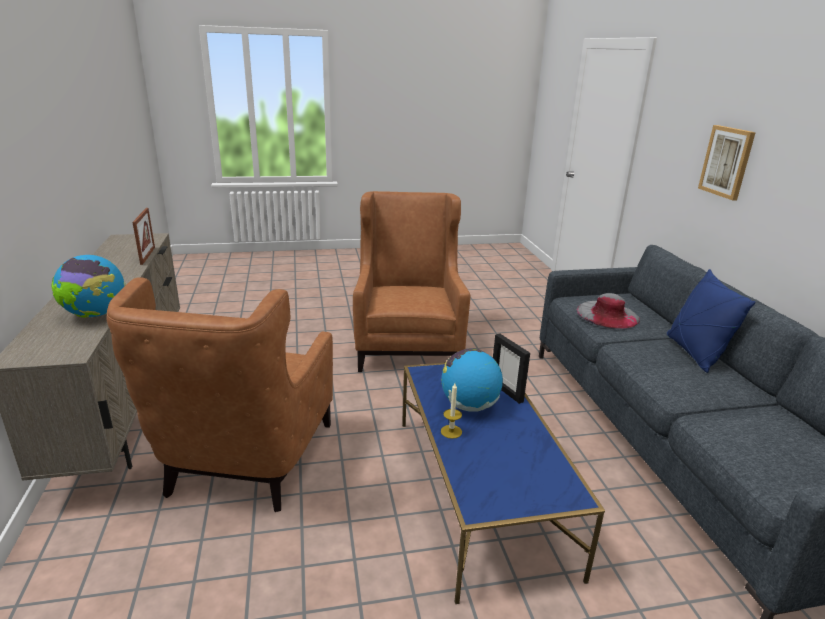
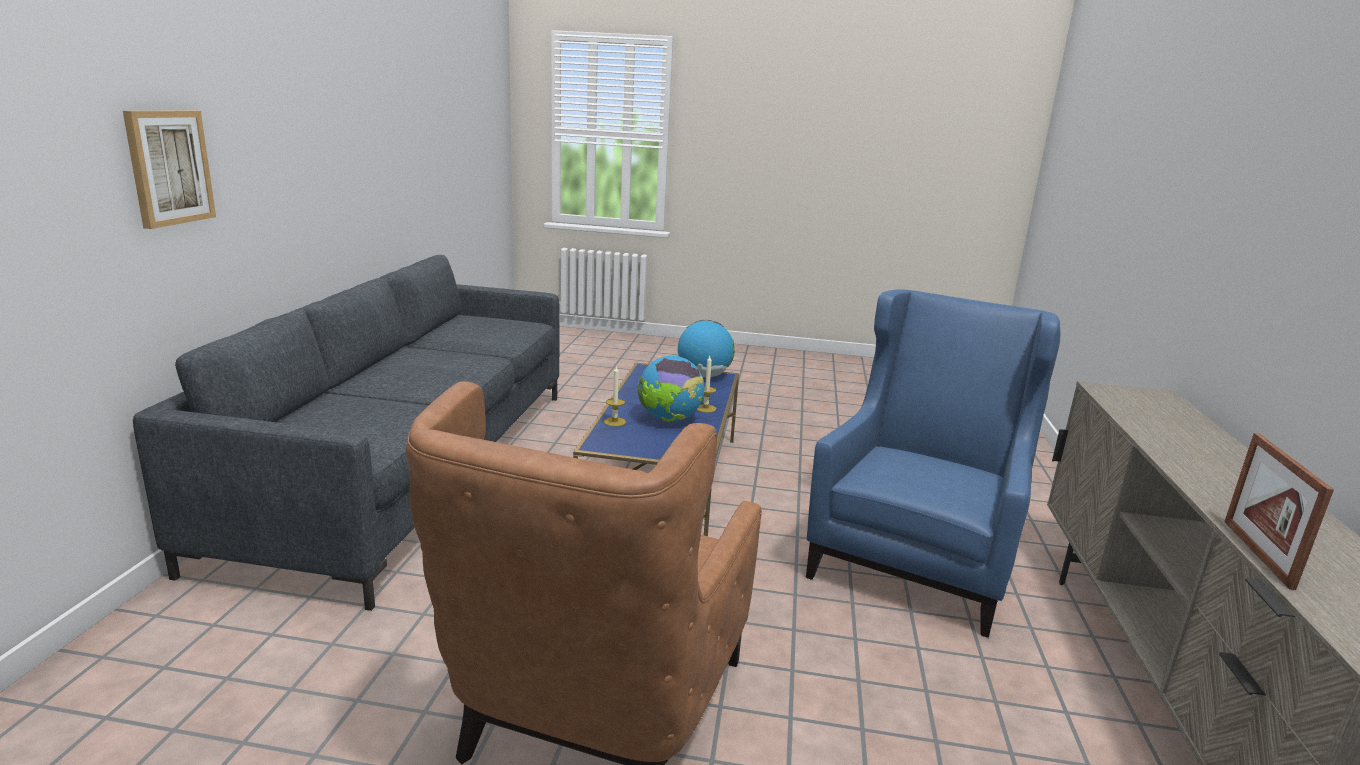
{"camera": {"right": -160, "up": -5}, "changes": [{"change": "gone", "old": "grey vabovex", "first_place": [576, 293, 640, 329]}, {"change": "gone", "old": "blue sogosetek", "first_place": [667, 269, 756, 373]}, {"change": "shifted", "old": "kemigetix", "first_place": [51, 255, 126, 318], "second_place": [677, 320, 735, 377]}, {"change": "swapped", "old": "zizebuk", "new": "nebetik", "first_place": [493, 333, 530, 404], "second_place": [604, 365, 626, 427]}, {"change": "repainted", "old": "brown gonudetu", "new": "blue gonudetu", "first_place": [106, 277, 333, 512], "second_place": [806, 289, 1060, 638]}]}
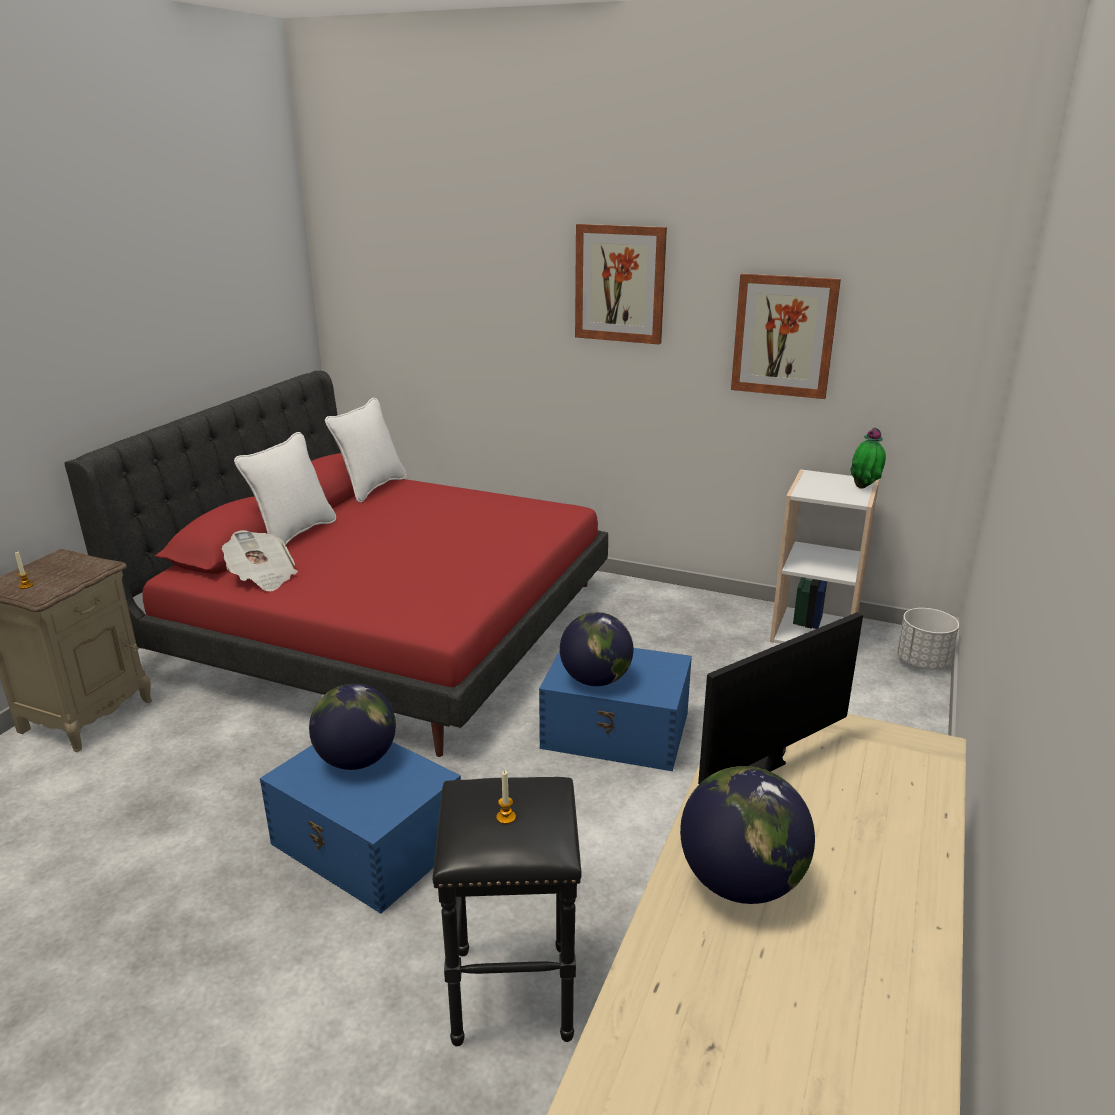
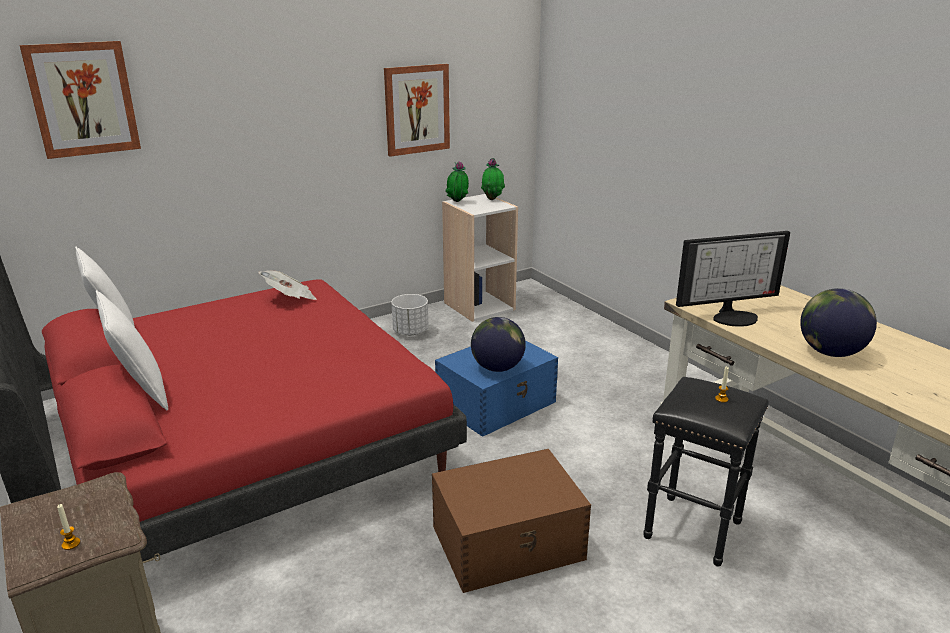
{"camera": {"right": -55, "up": 0}, "changes": [{"change": "gone", "old": "kemigetix", "first_place": [309, 684, 396, 770]}, {"change": "new", "new": "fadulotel", "second_place": [445, 161, 469, 202]}, {"change": "shifted", "old": "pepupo", "first_place": [222, 530, 297, 591], "second_place": [259, 270, 317, 300]}, {"change": "shifted", "old": "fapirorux", "first_place": [575, 224, 667, 345], "second_place": [19, 41, 141, 159]}, {"change": "shifted", "old": "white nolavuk", "first_place": [897, 608, 959, 669], "second_place": [391, 294, 429, 335]}, {"change": "repainted", "old": "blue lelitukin", "new": "brown lelitukin", "first_place": [260, 742, 461, 914], "second_place": [432, 449, 591, 593]}, {"change": "rotated", "old": "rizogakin", "first_place": [698, 612, 863, 784], "second_place": [676, 231, 790, 327], "degrees": -105}]}
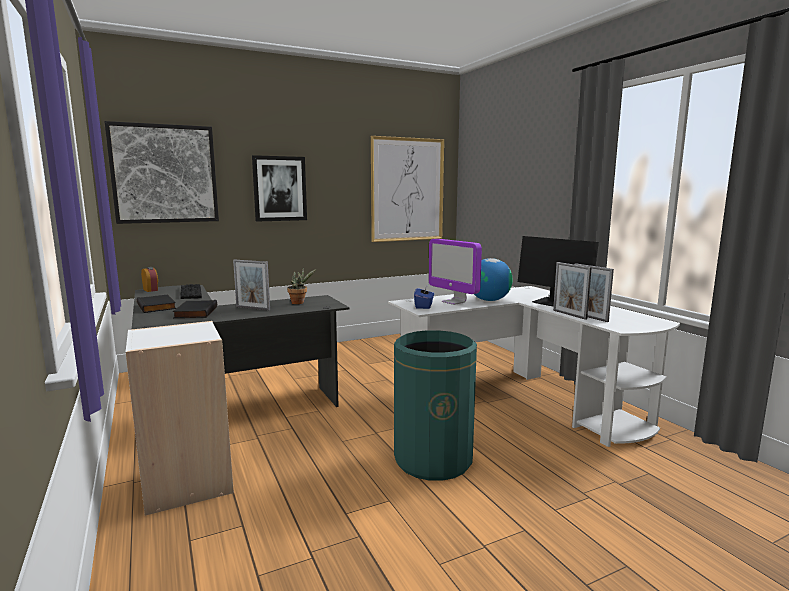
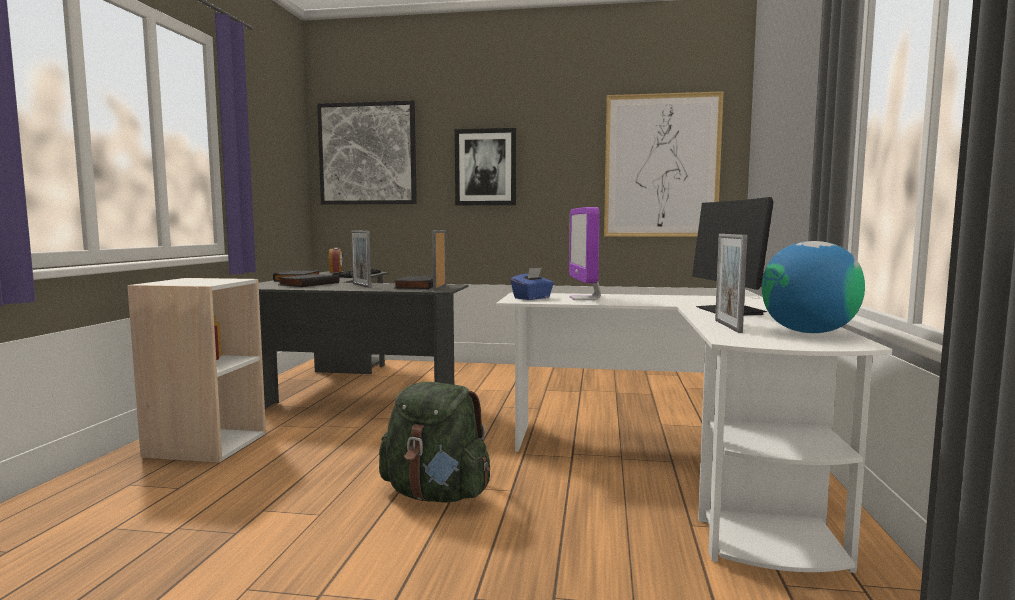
{"camera": {"right": 35, "up": -5}, "changes": [{"change": "shifted", "old": "kemigetix", "first_place": [474, 258, 512, 301], "second_place": [762, 241, 865, 333]}, {"change": "shifted", "old": "zizebuk", "first_place": [553, 262, 592, 320], "second_place": [432, 230, 446, 290]}, {"change": "swapped", "old": "fadulotel", "new": "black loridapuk", "first_place": [287, 267, 316, 304], "second_place": [394, 276, 433, 289]}, {"change": "swapped", "old": "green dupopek", "new": "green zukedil", "first_place": [394, 330, 477, 481], "second_place": [379, 382, 490, 503]}]}
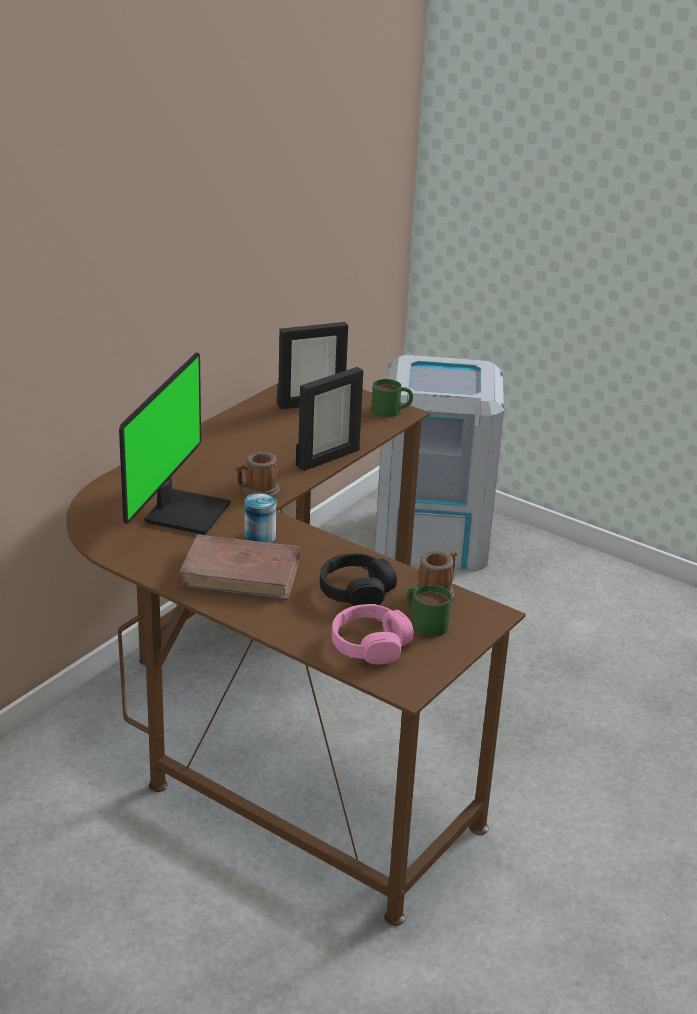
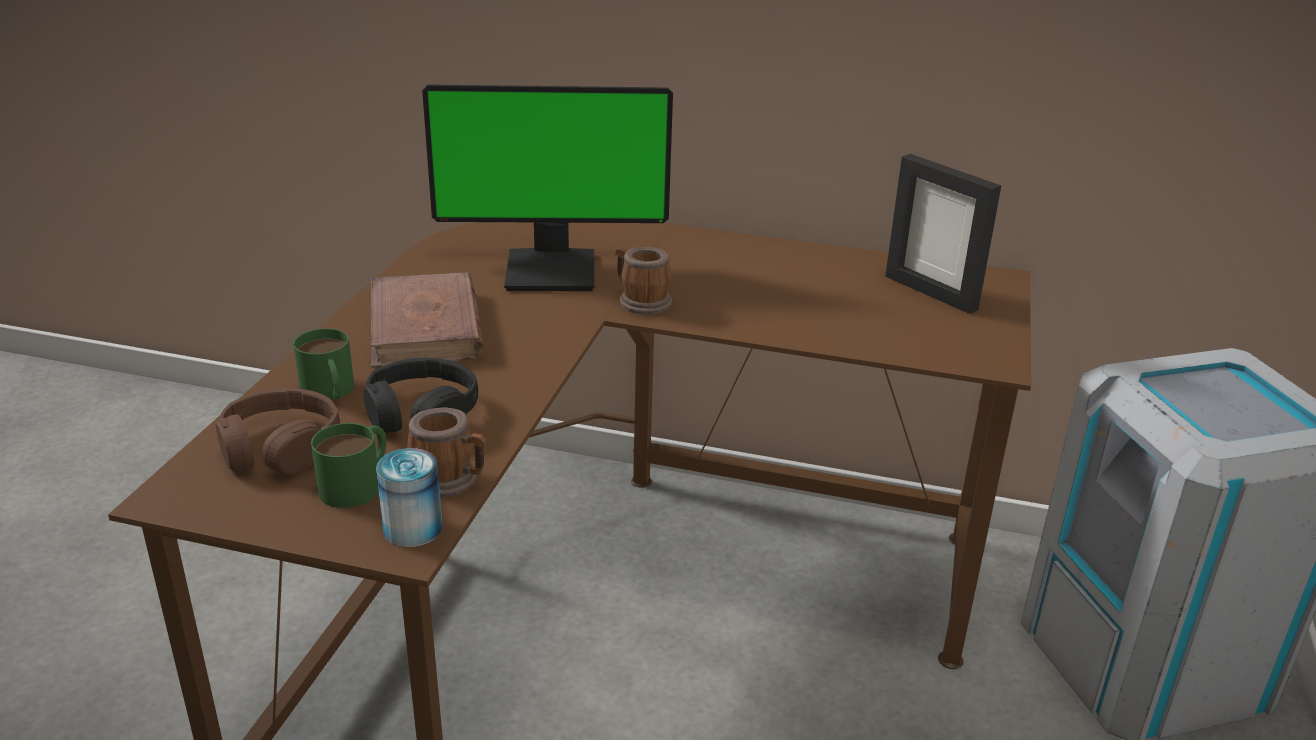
{"camera": {"right": 70, "up": 0}, "changes": [{"change": "gone", "old": "zizebuk", "first_place": [296, 367, 363, 471]}, {"change": "shifted", "old": "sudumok", "first_place": [245, 493, 276, 543], "second_place": [376, 448, 442, 547]}, {"change": "shifted", "old": "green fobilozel", "first_place": [371, 379, 413, 417], "second_place": [293, 328, 354, 400]}, {"change": "repainted", "old": "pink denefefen", "new": "brown denefefen", "first_place": [332, 604, 414, 665], "second_place": [216, 388, 340, 474]}]}
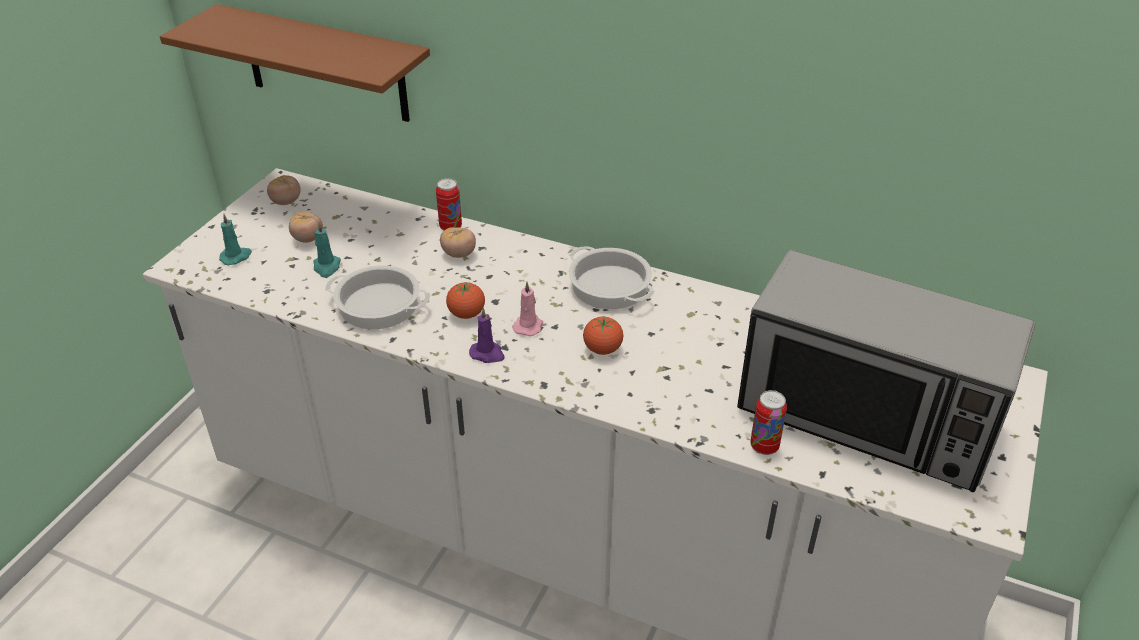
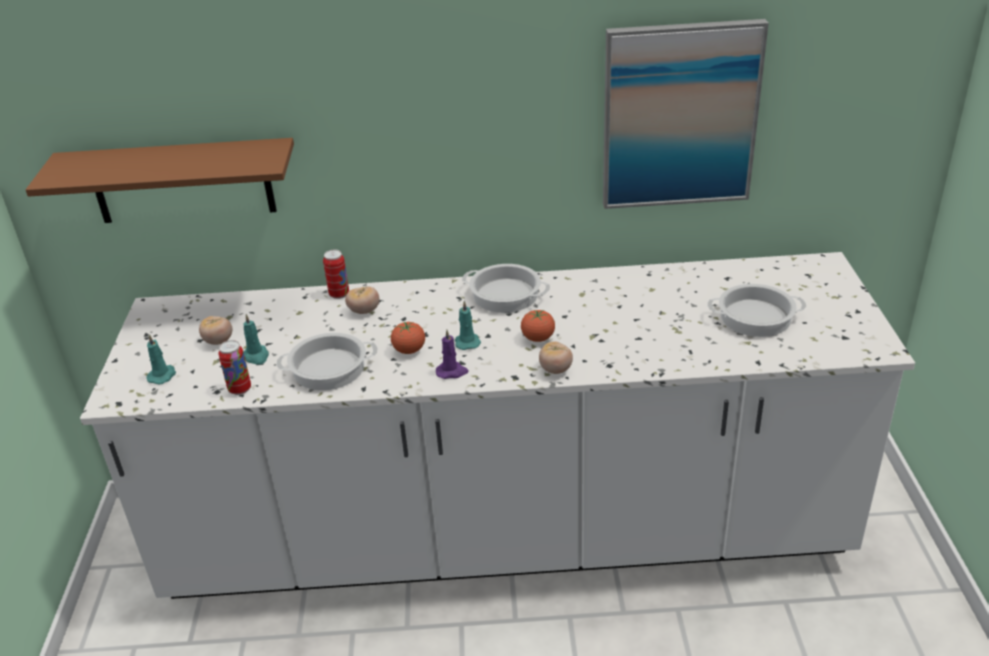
{"camera": {"right": -25, "up": -5}, "changes": [{"change": "new", "new": "fapirorux", "second_place": [603, 19, 769, 209]}, {"change": "shifted", "old": "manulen", "first_place": [267, 175, 300, 205], "second_place": [539, 342, 573, 374]}, {"change": "shifted", "old": "sudumok", "first_place": [750, 390, 787, 455], "second_place": [219, 340, 251, 395]}, {"change": "swapped", "old": "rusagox", "new": "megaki", "first_place": [737, 251, 1035, 492], "second_place": [707, 284, 807, 337]}, {"change": "repainted", "old": "pink nebetik", "new": "turquoise nebetik", "first_place": [512, 282, 543, 336], "second_place": [455, 301, 481, 350]}]}
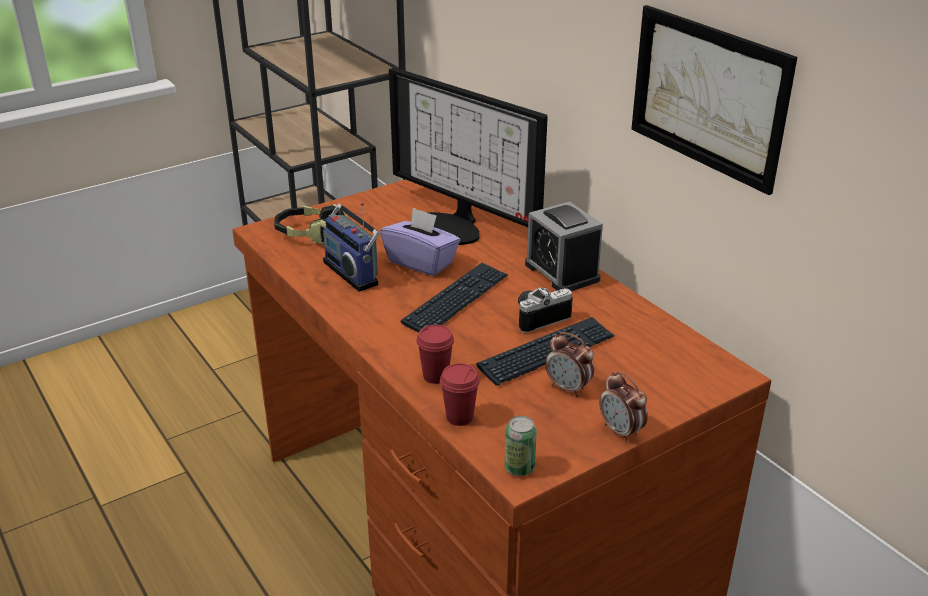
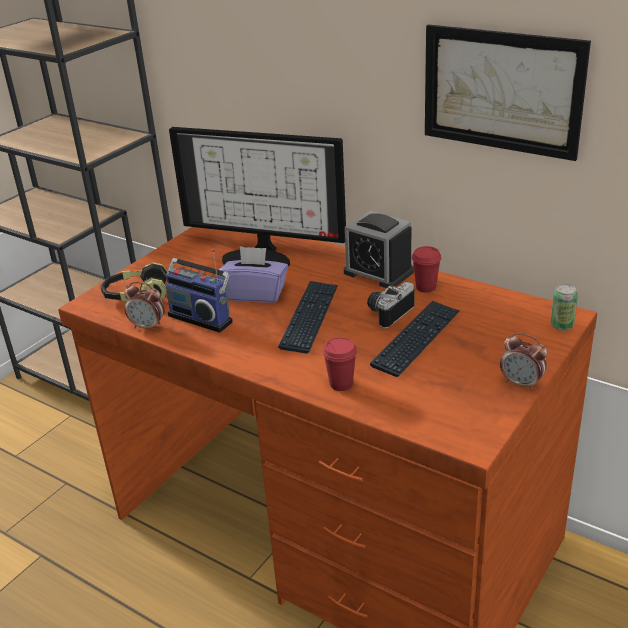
{"camera": {"right": -20, "up": 0}, "changes": [{"change": "shifted", "old": "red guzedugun", "first_place": [440, 363, 480, 426], "second_place": [412, 246, 441, 293]}, {"change": "shifted", "old": "sudumok", "first_place": [505, 416, 537, 476], "second_place": [551, 284, 578, 331]}, {"change": "shifted", "old": "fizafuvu", "first_place": [545, 332, 594, 397], "second_place": [124, 282, 165, 331]}]}
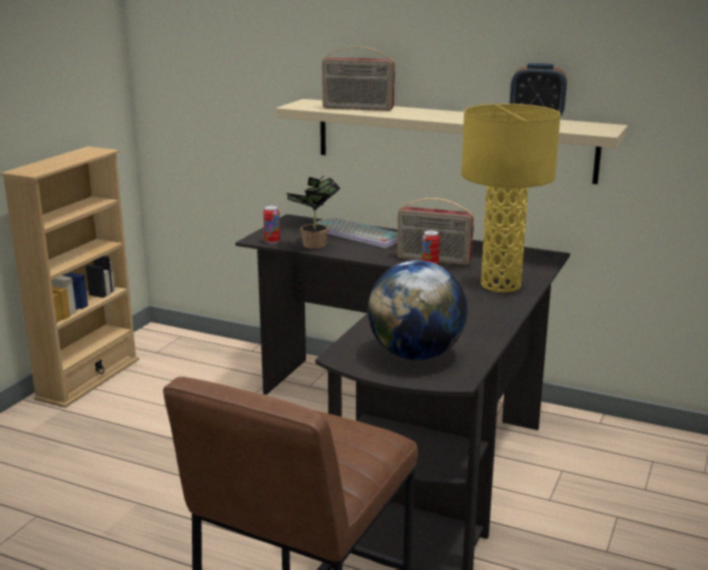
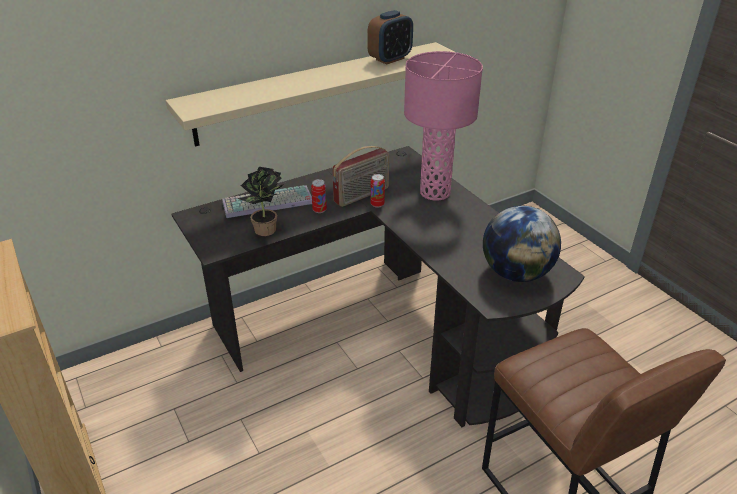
{"camera": {"right": -55, "up": 15}, "changes": [{"change": "gone", "old": "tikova", "first_place": [322, 46, 395, 111]}, {"change": "shifted", "old": "sudumok", "first_place": [263, 206, 280, 244], "second_place": [311, 179, 327, 213]}, {"change": "repainted", "old": "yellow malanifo", "new": "pink malanifo", "first_place": [461, 104, 561, 292], "second_place": [404, 51, 483, 201]}]}
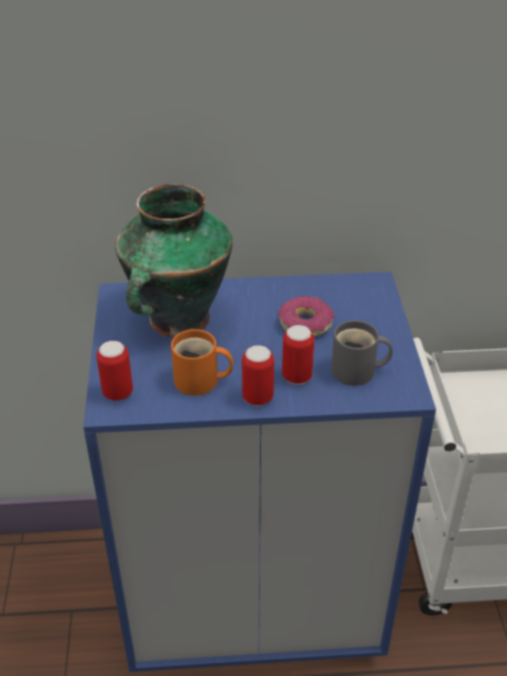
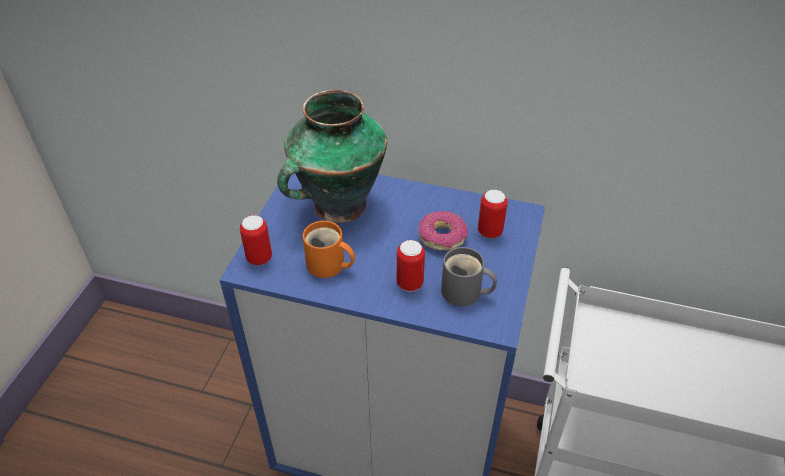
{"camera": {"right": 20, "up": 5}, "changes": [{"change": "shifted", "old": "sudumok", "first_place": [242, 345, 274, 406], "second_place": [478, 190, 508, 238]}]}
